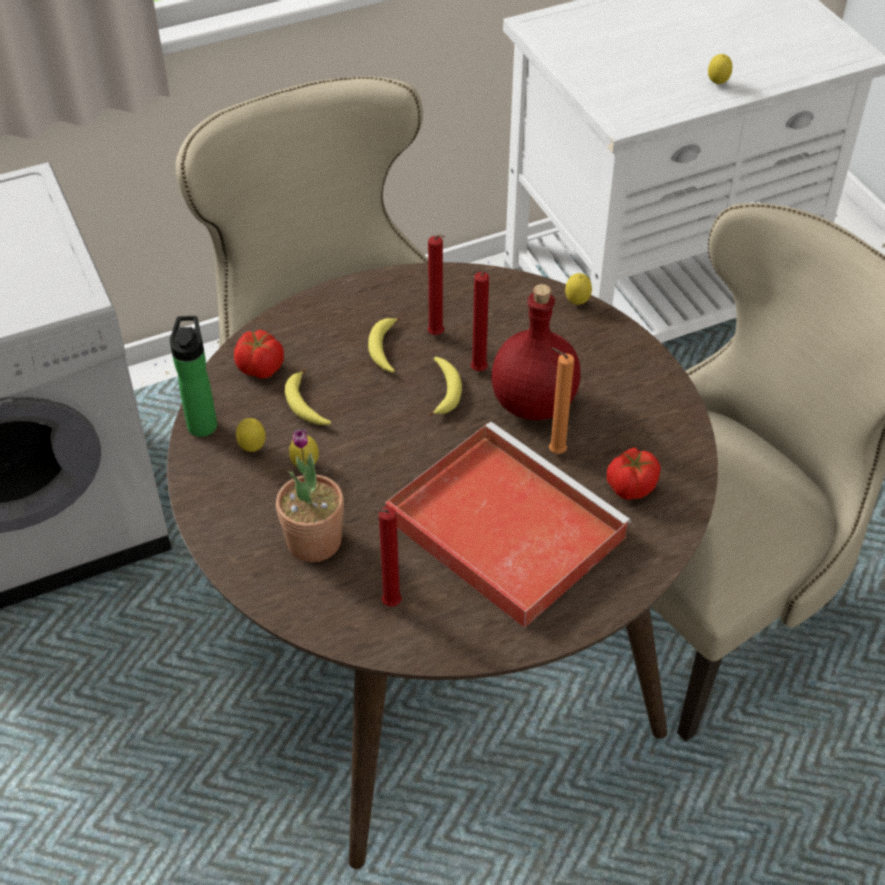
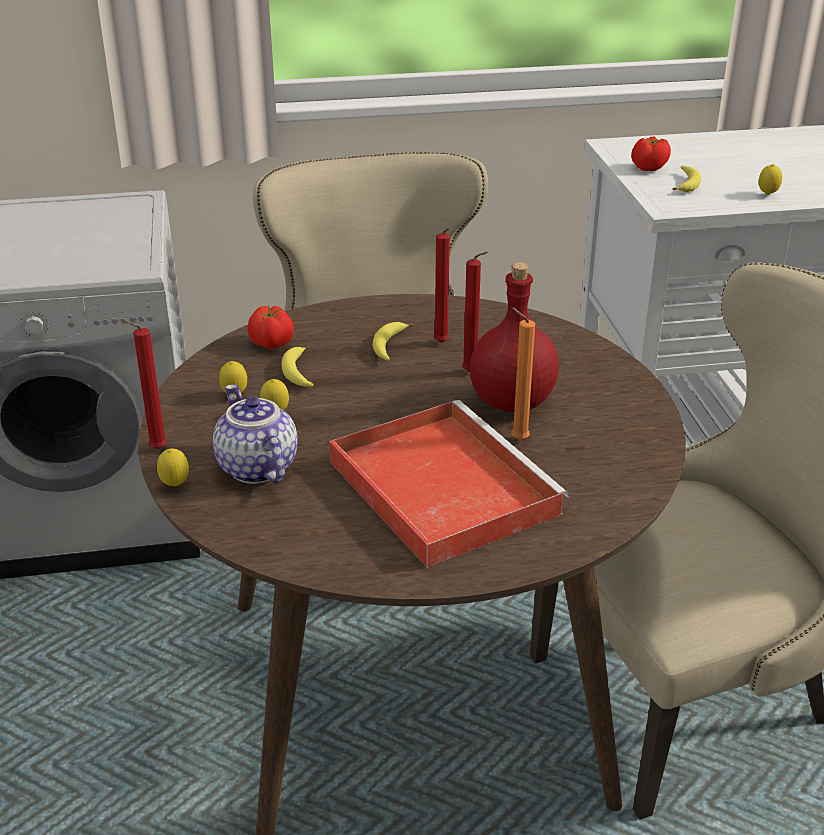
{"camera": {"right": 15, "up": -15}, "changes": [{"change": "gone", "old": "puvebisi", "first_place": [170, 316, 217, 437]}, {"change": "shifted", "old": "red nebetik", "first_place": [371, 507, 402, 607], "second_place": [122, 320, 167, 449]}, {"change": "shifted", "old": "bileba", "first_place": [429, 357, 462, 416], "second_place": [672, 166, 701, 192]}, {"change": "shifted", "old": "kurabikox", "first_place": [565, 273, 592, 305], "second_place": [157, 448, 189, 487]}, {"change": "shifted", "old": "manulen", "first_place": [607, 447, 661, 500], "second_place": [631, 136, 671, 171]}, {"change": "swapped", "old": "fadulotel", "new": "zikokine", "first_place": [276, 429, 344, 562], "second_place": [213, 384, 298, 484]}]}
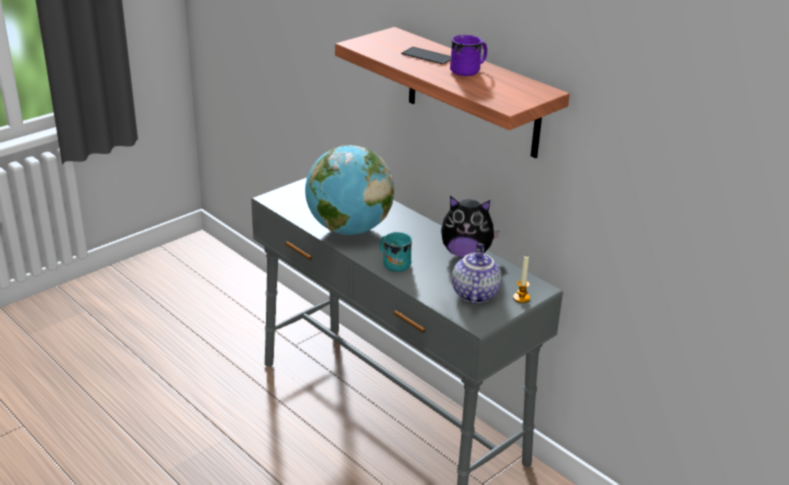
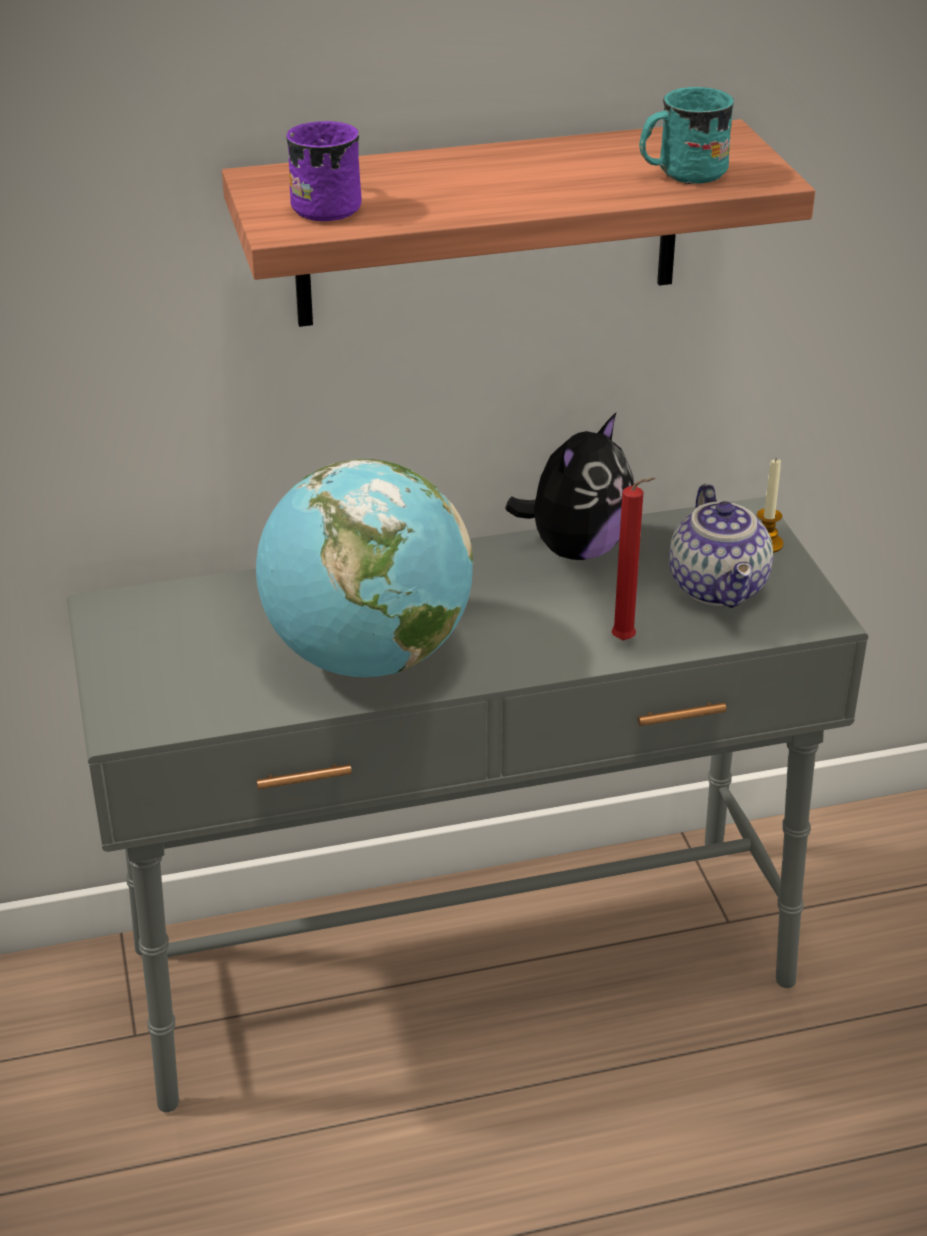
{"camera": {"right": -60, "up": 5}, "changes": [{"change": "gone", "old": "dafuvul", "first_place": [401, 47, 451, 65]}, {"change": "new", "new": "red nebetik", "second_place": [612, 477, 655, 641]}, {"change": "shifted", "old": "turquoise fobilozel", "first_place": [380, 232, 412, 272], "second_place": [639, 87, 734, 184]}, {"change": "shifted", "old": "purple fobilozel", "first_place": [450, 35, 487, 76], "second_place": [286, 121, 362, 221]}, {"change": "rotated", "old": "zikokine", "first_place": [452, 243, 502, 304], "second_place": [669, 484, 773, 608], "degrees": -135}]}
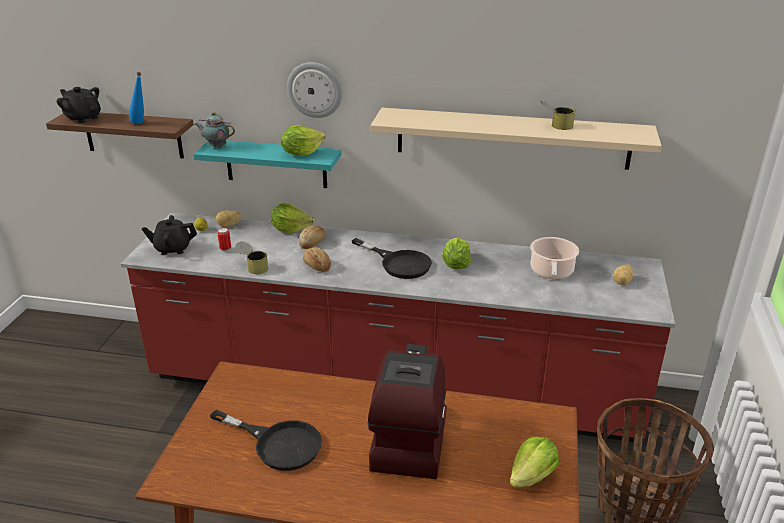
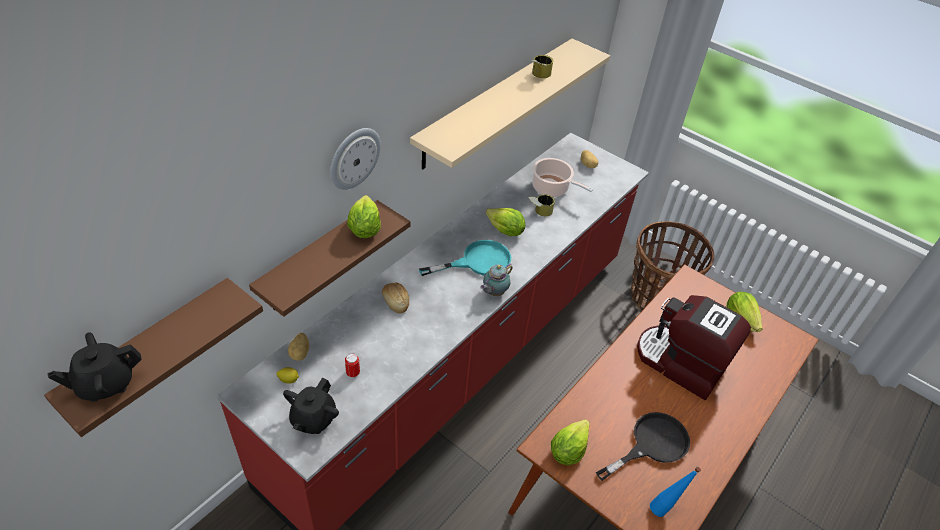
{"camera": {"right": -65, "up": 15}, "changes": [{"change": "gone", "old": "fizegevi", "first_place": [303, 247, 331, 272]}, {"change": "shifted", "old": "blue puvebisi", "first_place": [129, 72, 144, 124], "second_place": [650, 467, 701, 517]}, {"change": "shifted", "old": "zikokine", "first_place": [194, 112, 235, 148], "second_place": [480, 263, 512, 296]}, {"change": "shifted", "old": "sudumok", "first_place": [235, 241, 268, 274], "second_place": [529, 194, 555, 216]}, {"change": "shifted", "old": "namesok", "first_place": [271, 203, 314, 233], "second_place": [551, 419, 590, 465]}, {"change": "repainted", "old": "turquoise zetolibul", "new": "brown zetolibul", "first_place": [194, 140, 341, 188], "second_place": [249, 200, 410, 317]}, {"change": "repainted", "old": "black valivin", "new": "turquoise valivin", "first_place": [352, 238, 432, 279], "second_place": [419, 240, 511, 276]}]}
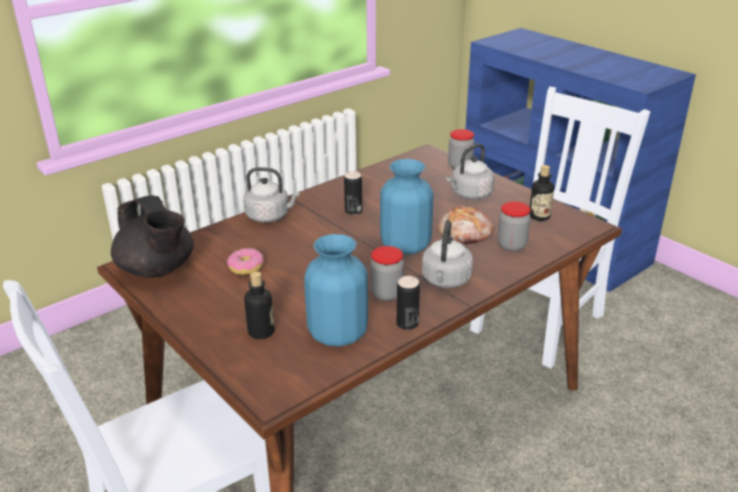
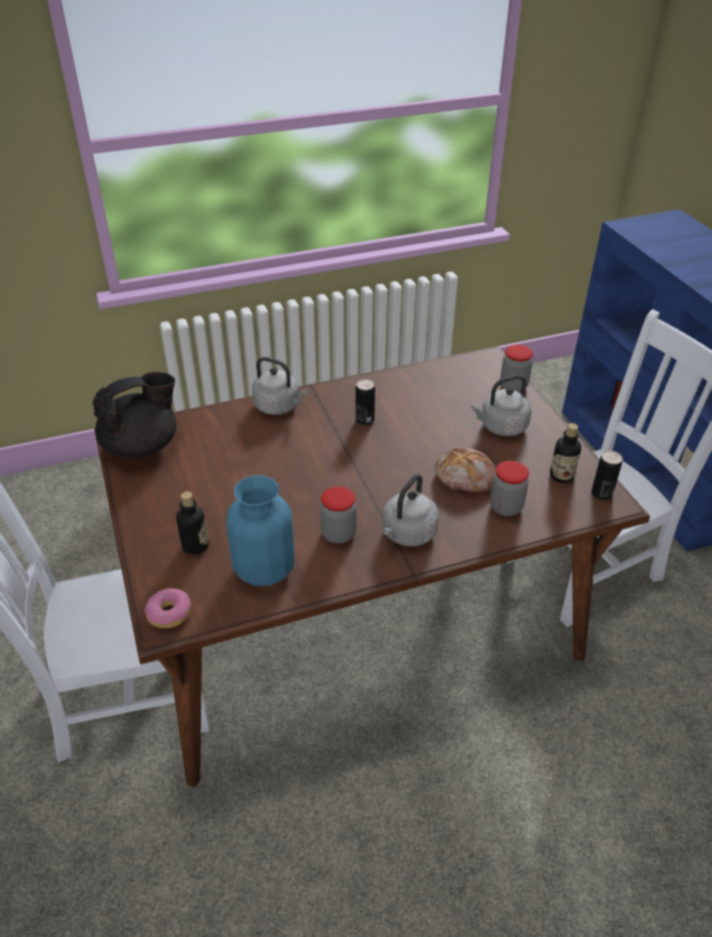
{"camera": {"right": 20, "up": 10}, "changes": [{"change": "gone", "old": "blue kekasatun", "first_place": [380, 159, 433, 255]}, {"change": "shifted", "old": "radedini", "first_place": [227, 248, 264, 275], "second_place": [145, 588, 191, 628]}, {"change": "shifted", "old": "sudumok", "first_place": [397, 276, 420, 330], "second_place": [591, 450, 622, 500]}, {"change": "rotated", "old": "black zikokine", "first_place": [111, 195, 194, 278], "second_place": [92, 372, 177, 458], "degrees": -105}]}
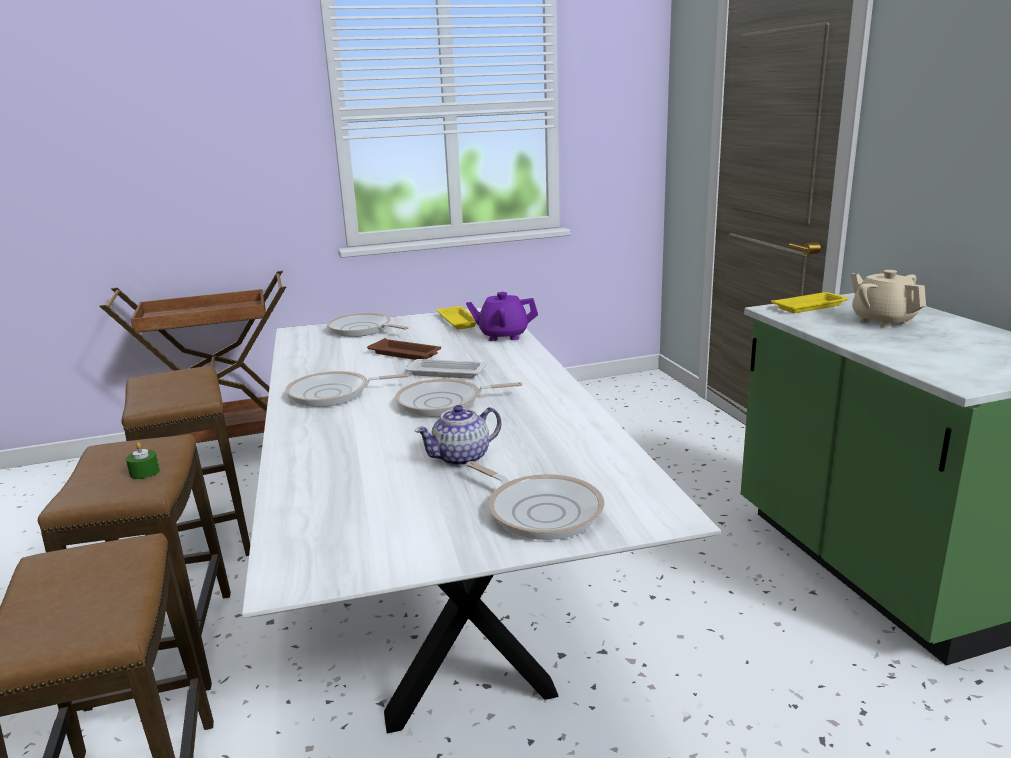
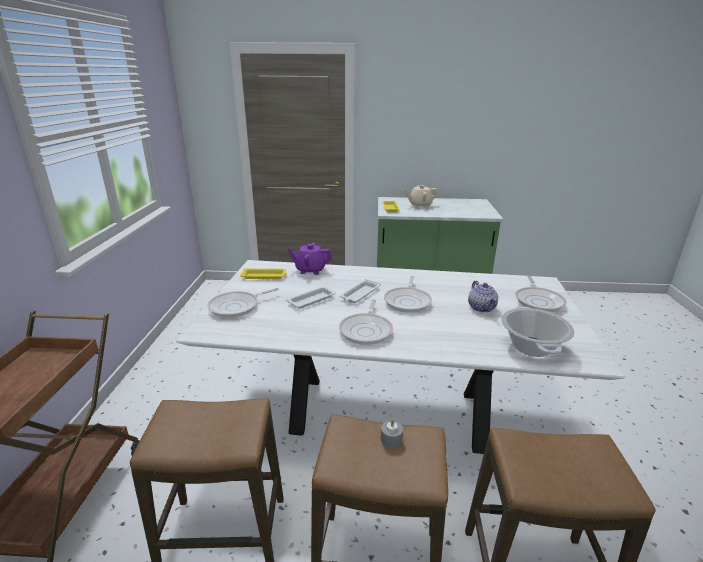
{"camera": {"right": -70, "up": 5}, "changes": [{"change": "new", "new": "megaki", "second_place": [501, 306, 574, 357]}, {"change": "repainted", "old": "green nebetik", "new": "grey nebetik", "first_place": [126, 442, 160, 479], "second_place": [381, 419, 403, 448]}, {"change": "repainted", "old": "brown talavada", "new": "white talavada", "first_place": [367, 338, 441, 360], "second_place": [286, 286, 336, 309]}, {"change": "rotated", "old": "purple zikokine", "first_place": [466, 292, 538, 341], "second_place": [288, 242, 332, 275], "degrees": 75}, {"change": "rotated", "old": "valivin", "first_place": [466, 461, 604, 540], "second_place": [515, 276, 566, 312], "degrees": 120}]}
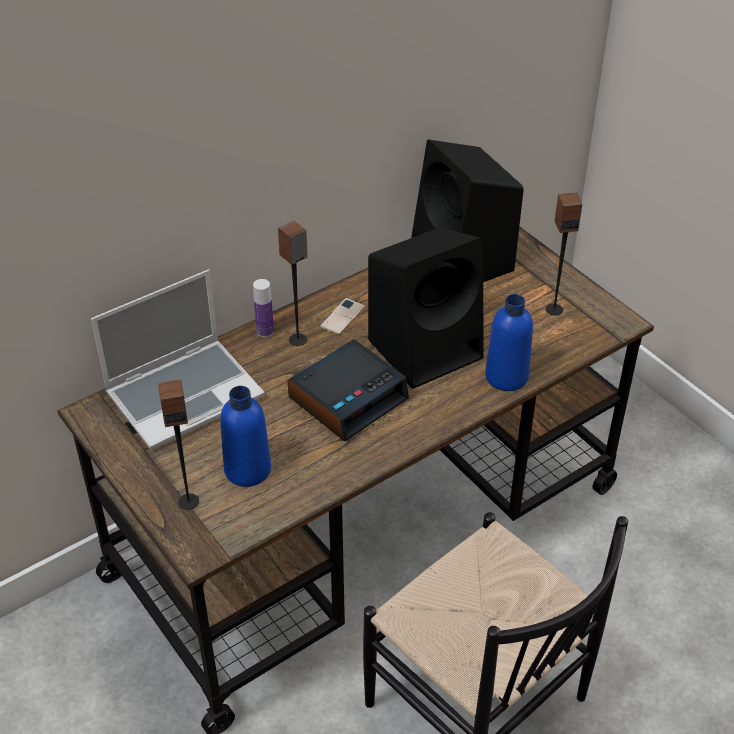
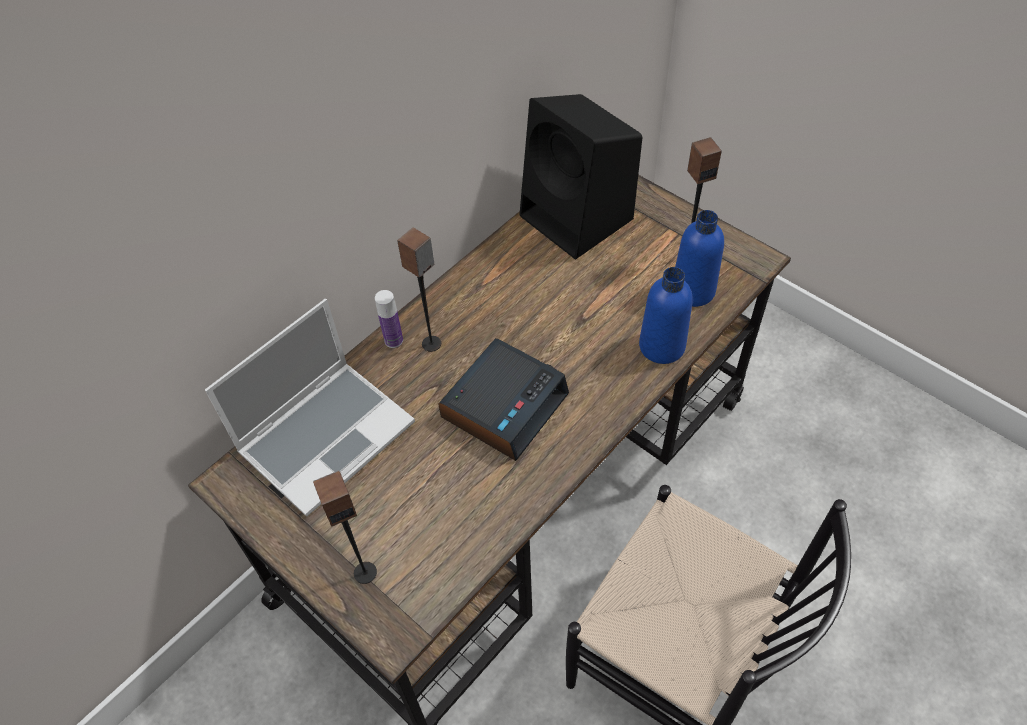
{"camera": {"right": -10, "up": 10}, "changes": [{"change": "gone", "old": "dafuvul", "first_place": [319, 298, 365, 335]}, {"change": "gone", "old": "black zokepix", "first_place": [368, 227, 484, 389]}, {"change": "shifted", "old": "blue puvebisi", "first_place": [220, 386, 271, 487], "second_place": [675, 210, 724, 307]}]}
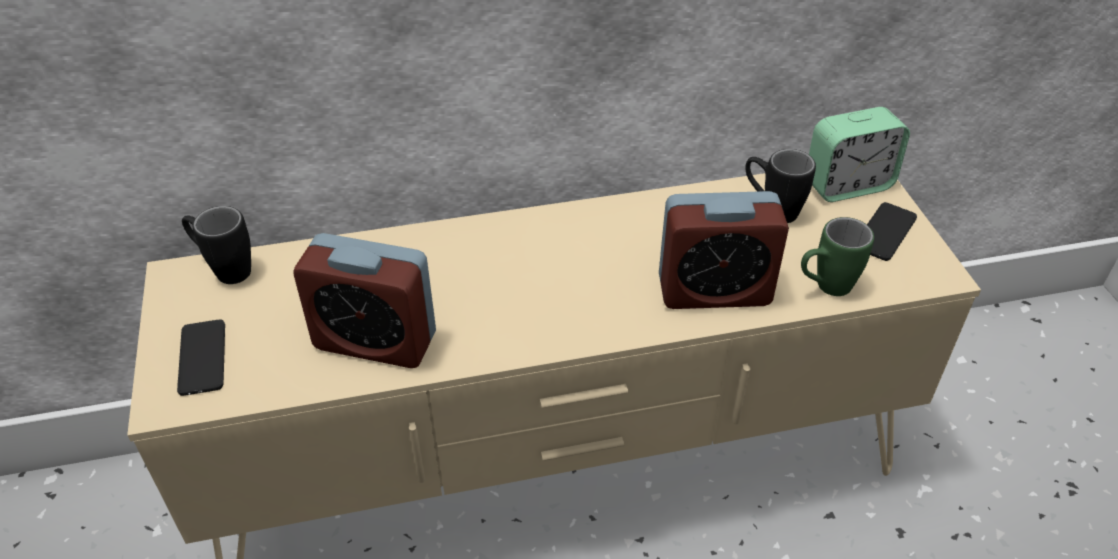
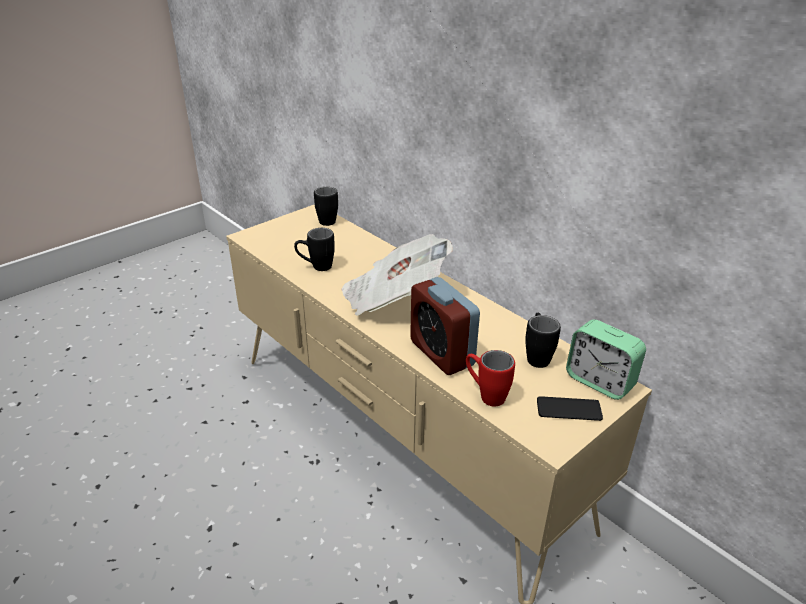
{"camera": {"right": 60, "up": -10}, "changes": [{"change": "gone", "old": "dafuvul", "first_place": [177, 319, 225, 396]}, {"change": "new", "new": "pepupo", "second_place": [341, 234, 453, 316]}, {"change": "swapped", "old": "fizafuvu", "new": "black fobilozel", "first_place": [293, 233, 436, 368], "second_place": [294, 228, 335, 271]}, {"change": "repainted", "old": "green fobilozel", "new": "red fobilozel", "first_place": [801, 217, 874, 296], "second_place": [466, 350, 515, 406]}]}
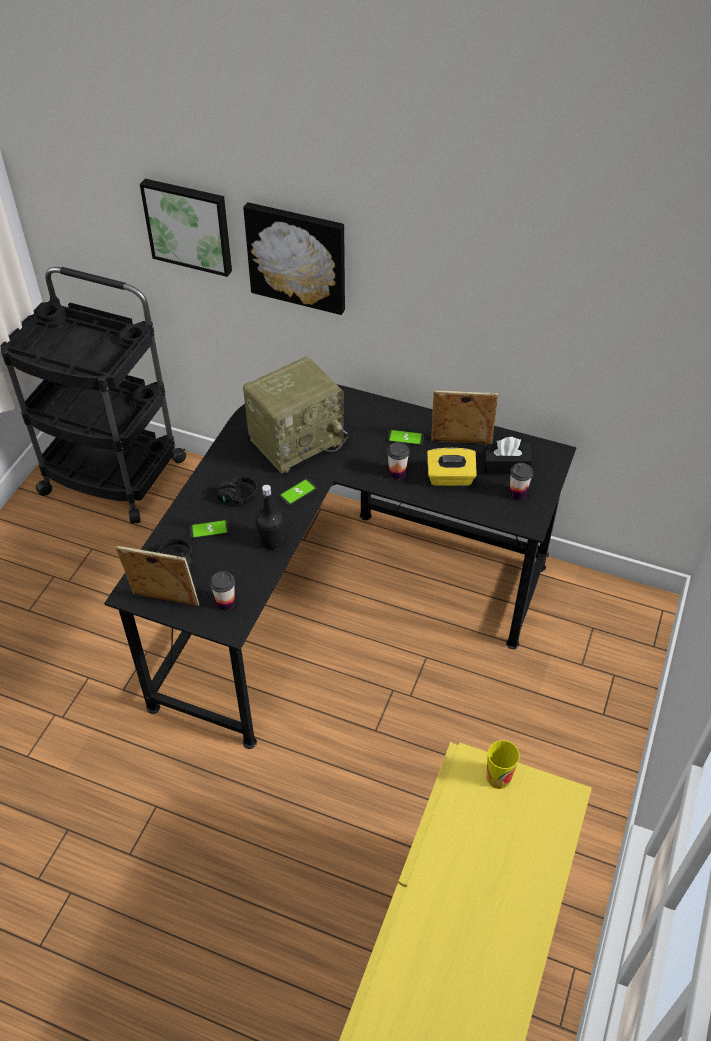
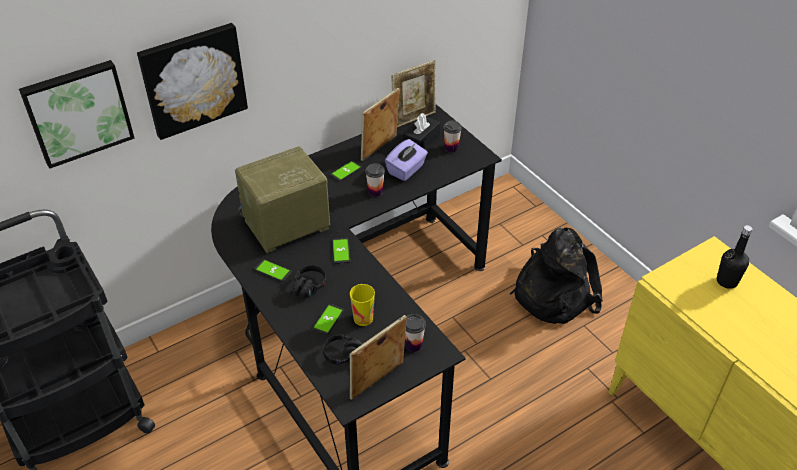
{"camera": {"right": -55, "up": -5}, "changes": [{"change": "new", "new": "dafuvul", "second_place": [254, 259, 292, 282]}, {"change": "new", "new": "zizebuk", "second_place": [391, 60, 436, 127]}, {"change": "new", "new": "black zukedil", "second_place": [510, 228, 603, 324]}, {"change": "shifted", "old": "black puvebisi", "first_place": [255, 485, 284, 549], "second_place": [717, 225, 752, 289]}, {"change": "shifted", "old": "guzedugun", "first_place": [486, 740, 520, 789], "second_place": [350, 284, 375, 326]}, {"change": "repainted", "old": "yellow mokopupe", "new": "purple mokopupe", "first_place": [427, 448, 477, 486], "second_place": [385, 139, 428, 181]}, {"change": "rotated", "old": "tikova", "first_place": [243, 356, 348, 474], "second_place": [235, 146, 330, 253], "degrees": -120}]}
